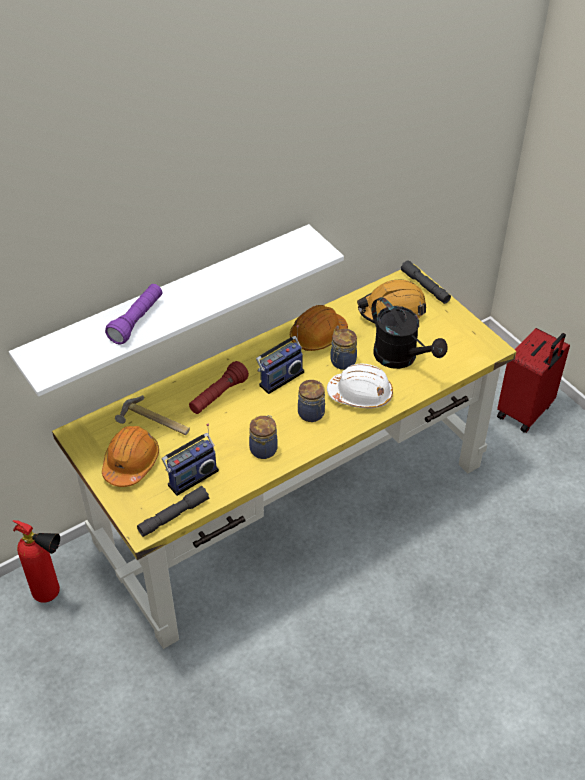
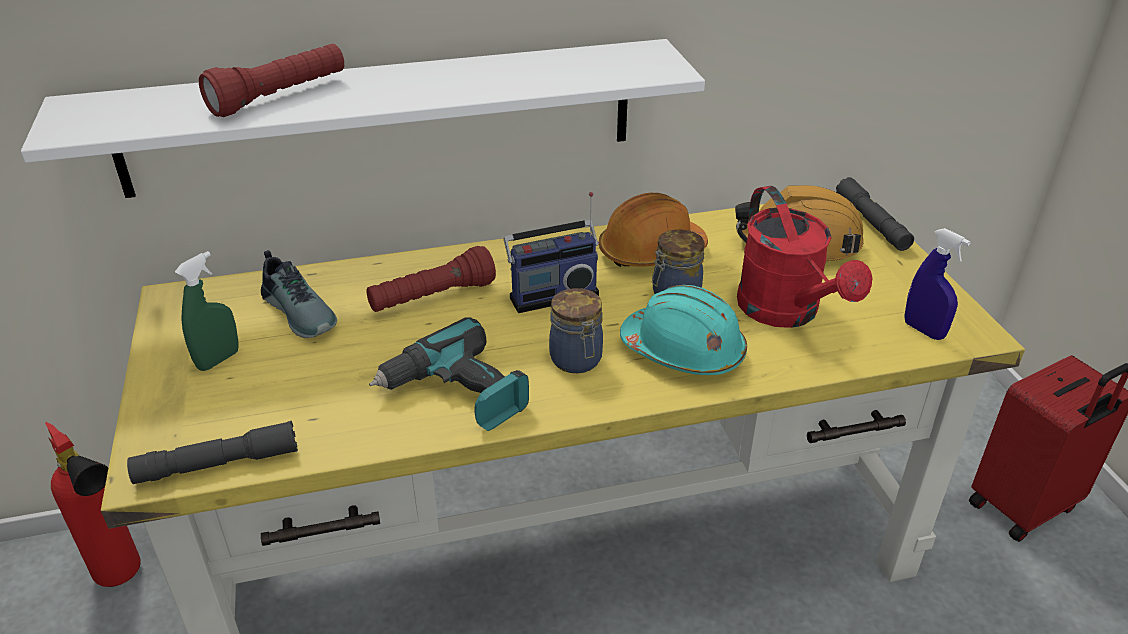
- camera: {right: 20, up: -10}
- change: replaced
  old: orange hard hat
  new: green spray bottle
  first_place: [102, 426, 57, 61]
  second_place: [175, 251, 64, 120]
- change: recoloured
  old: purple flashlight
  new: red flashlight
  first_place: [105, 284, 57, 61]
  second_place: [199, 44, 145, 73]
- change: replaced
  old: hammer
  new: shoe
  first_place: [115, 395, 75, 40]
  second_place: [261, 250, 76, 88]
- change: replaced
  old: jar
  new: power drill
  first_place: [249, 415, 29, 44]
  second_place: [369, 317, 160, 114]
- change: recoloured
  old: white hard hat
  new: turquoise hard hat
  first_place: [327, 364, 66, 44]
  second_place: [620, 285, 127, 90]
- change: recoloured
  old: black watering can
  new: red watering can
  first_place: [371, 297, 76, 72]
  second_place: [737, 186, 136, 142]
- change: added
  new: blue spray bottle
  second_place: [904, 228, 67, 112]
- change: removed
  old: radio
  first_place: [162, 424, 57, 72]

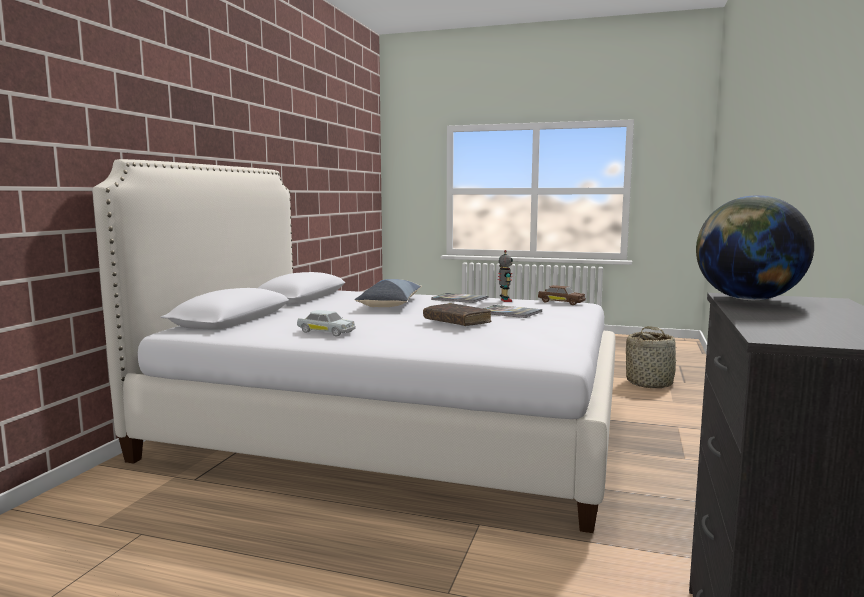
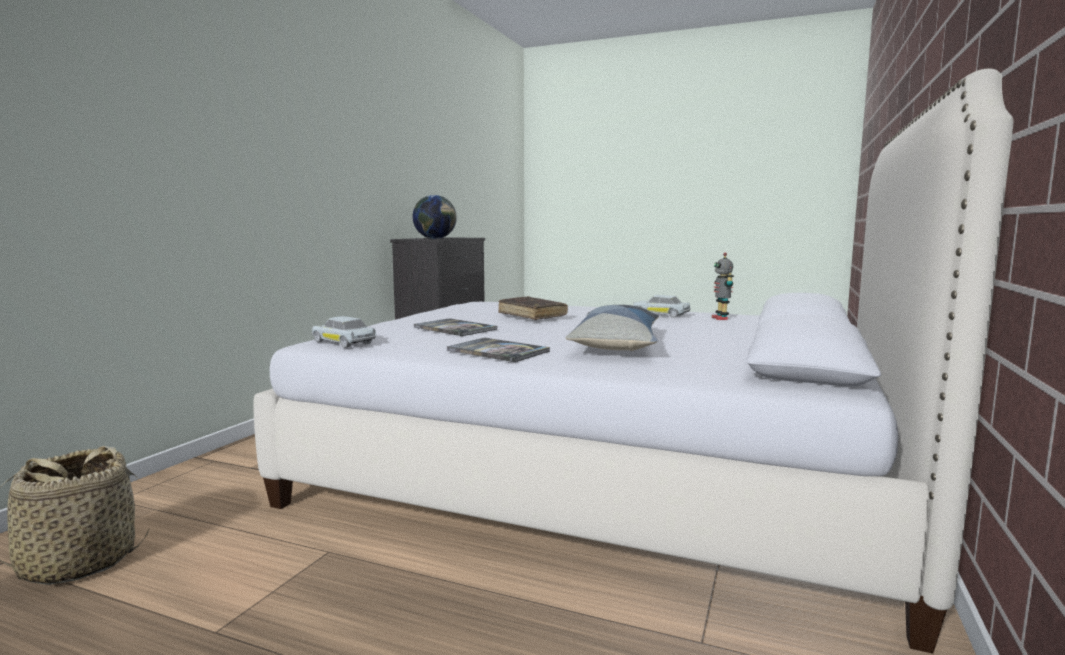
- camera: {right: -175, up: 0}
- change: recoloured
  old: brown toy car
  new: white toy car
  first_place: [538, 285, 48, 20]
  second_place: [312, 316, 64, 32]
- change: moved
  old: toy robot
  first_place: [498, 250, 15, 52]
  second_place: [712, 252, 22, 68]

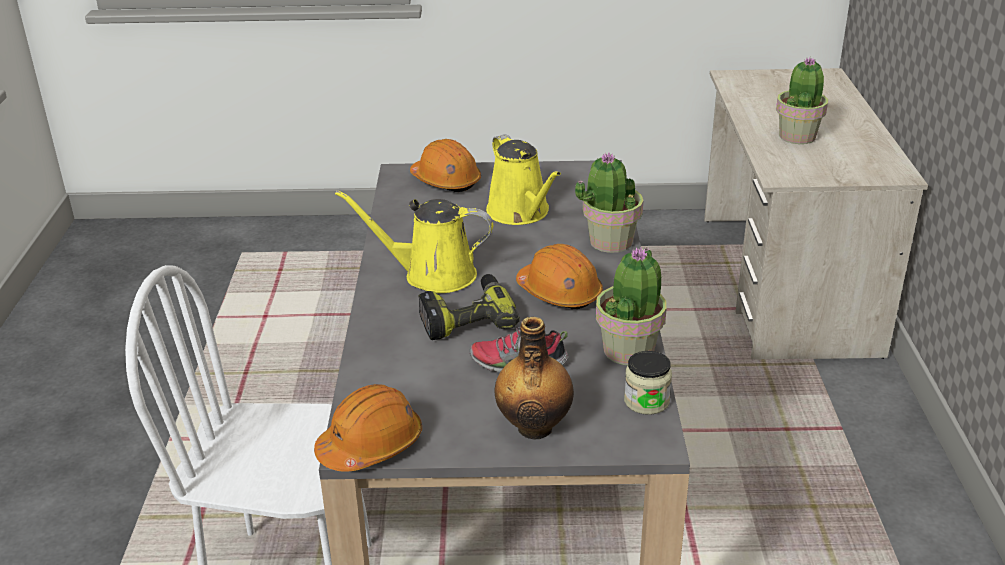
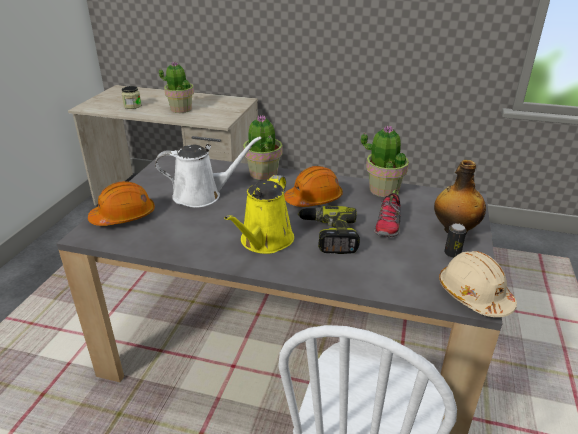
- camera: {right: -75, up: 0}
- change: moved
  old: jar
  first_place: [624, 351, 48, 64]
  second_place: [121, 86, 20, 23]
- change: recoloured
  old: yellow watering can
  new: white watering can
  first_place: [486, 134, 75, 91]
  second_place: [155, 136, 107, 72]
- change: recoloured
  old: orange hard hat
  new: beige hard hat
  first_place: [314, 384, 108, 88]
  second_place: [439, 251, 78, 66]
- change: added
  new: can
  second_place: [444, 223, 23, 35]

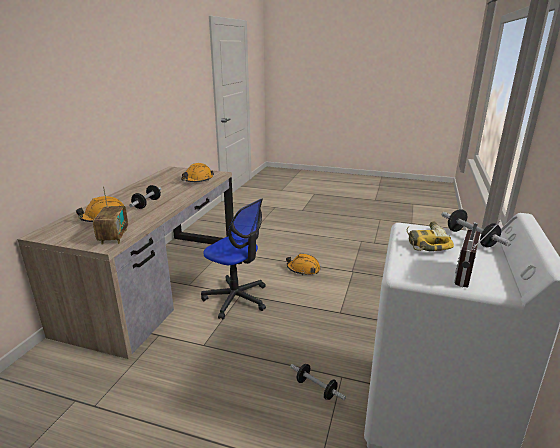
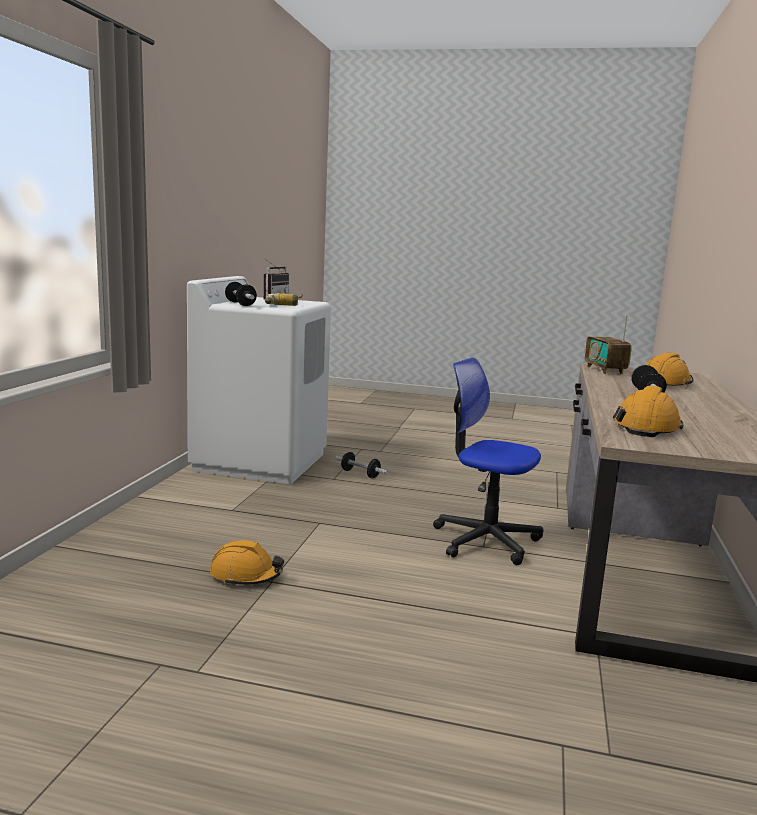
- camera: {right: 175, up: -10}
- change: moved
  old: orange hard hat
  first_place: [286, 254, 34, 21]
  second_place: [210, 540, 74, 46]

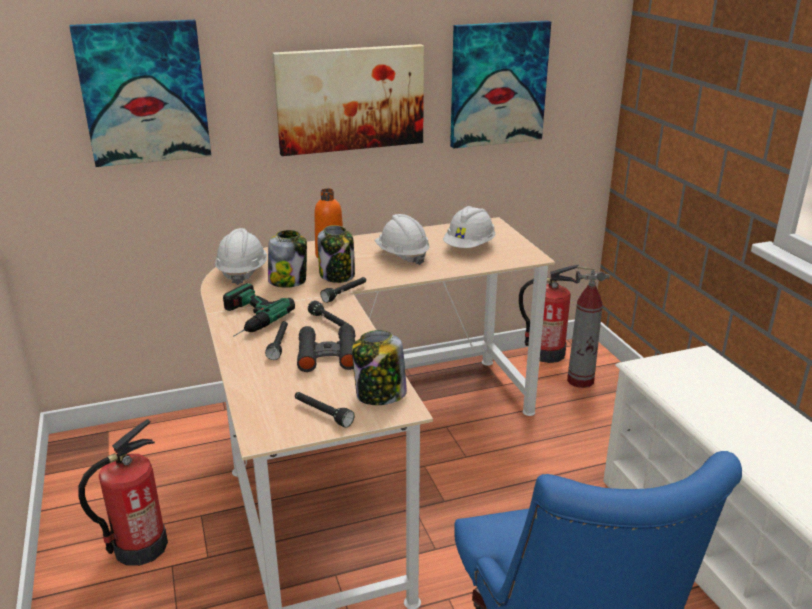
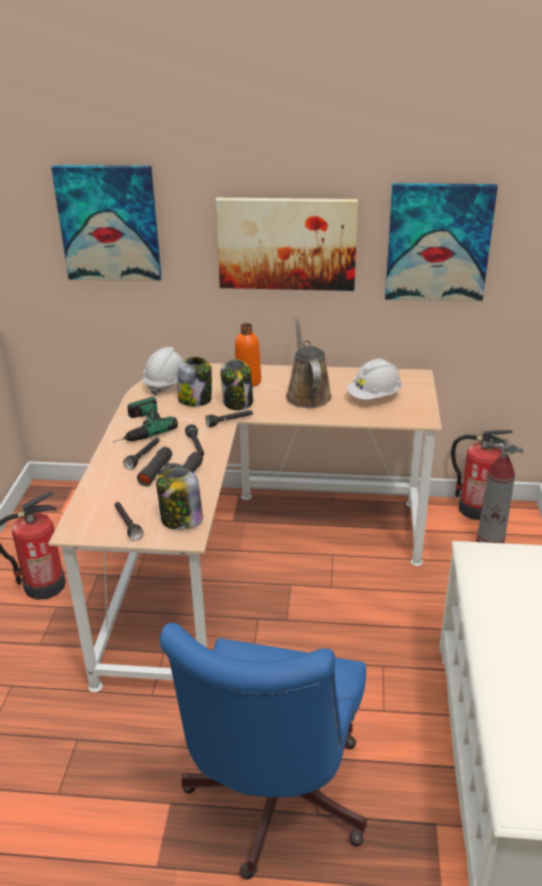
- camera: {right: 25, up: 5}
- change: replaced
  old: white hard hat
  new: brown watering can
  first_place: [374, 214, 56, 51]
  second_place: [286, 316, 46, 92]

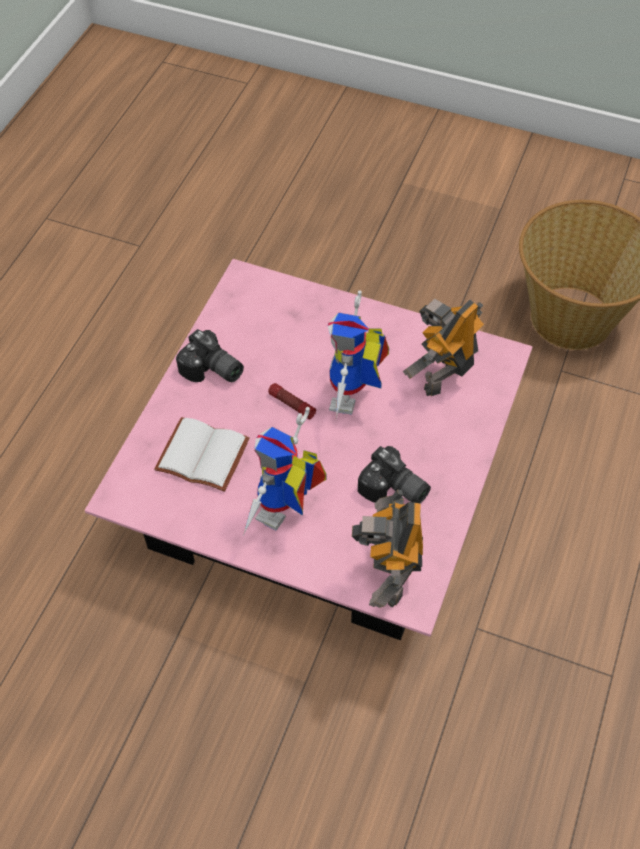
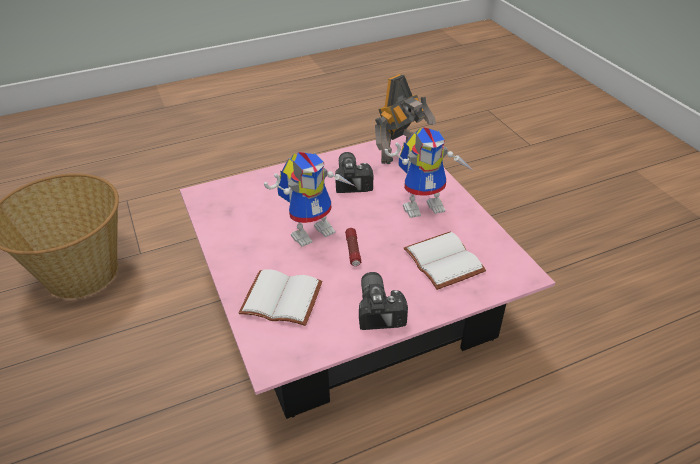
- camera: {right: -135, up: -15}
- change: added
  new: white book
  second_place: [239, 270, 83, 56]
- change: removed
  old: toy robot
  first_place: [403, 299, 81, 97]

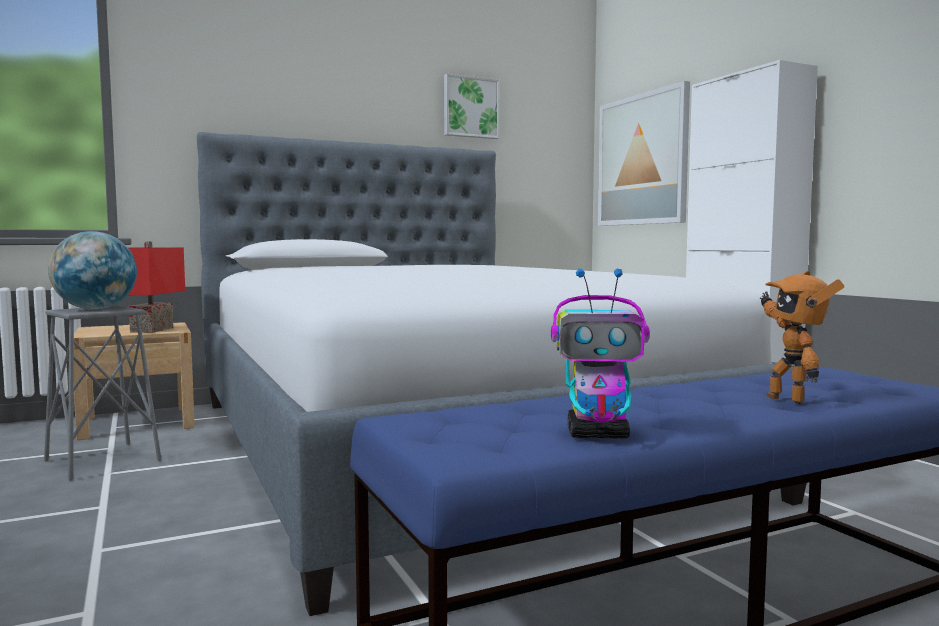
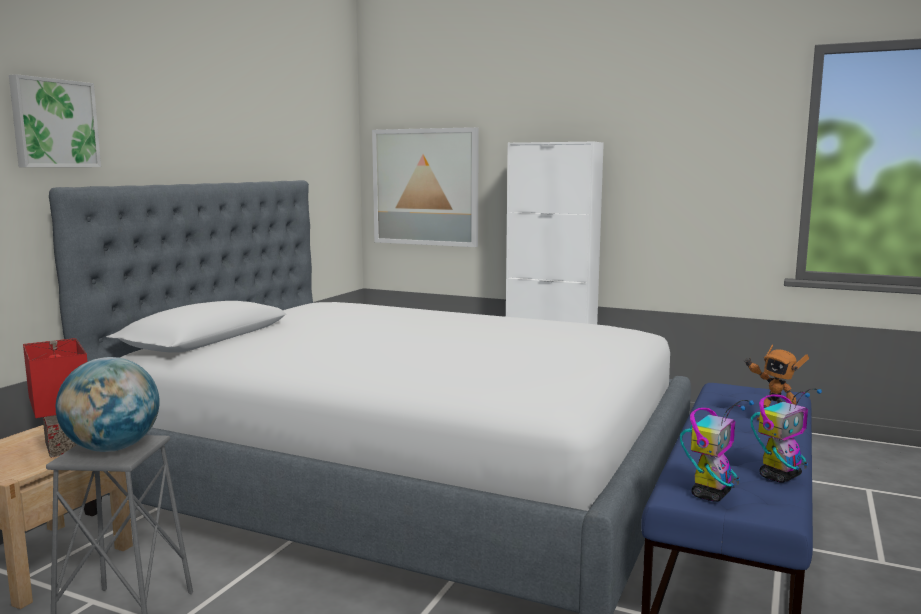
- camera: {right: -40, up: 5}
- change: moved
  old: picture
  first_place: [444, 74, 55, 65]
  second_place: [9, 74, 92, 93]
- change: added
  new: toy robot
  second_place: [680, 400, 74, 102]

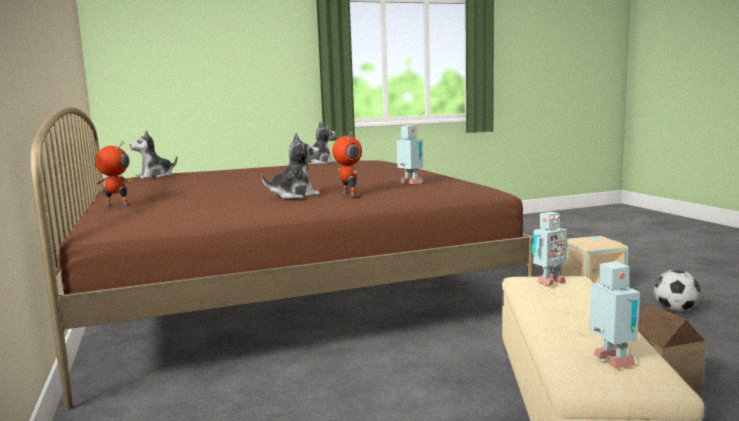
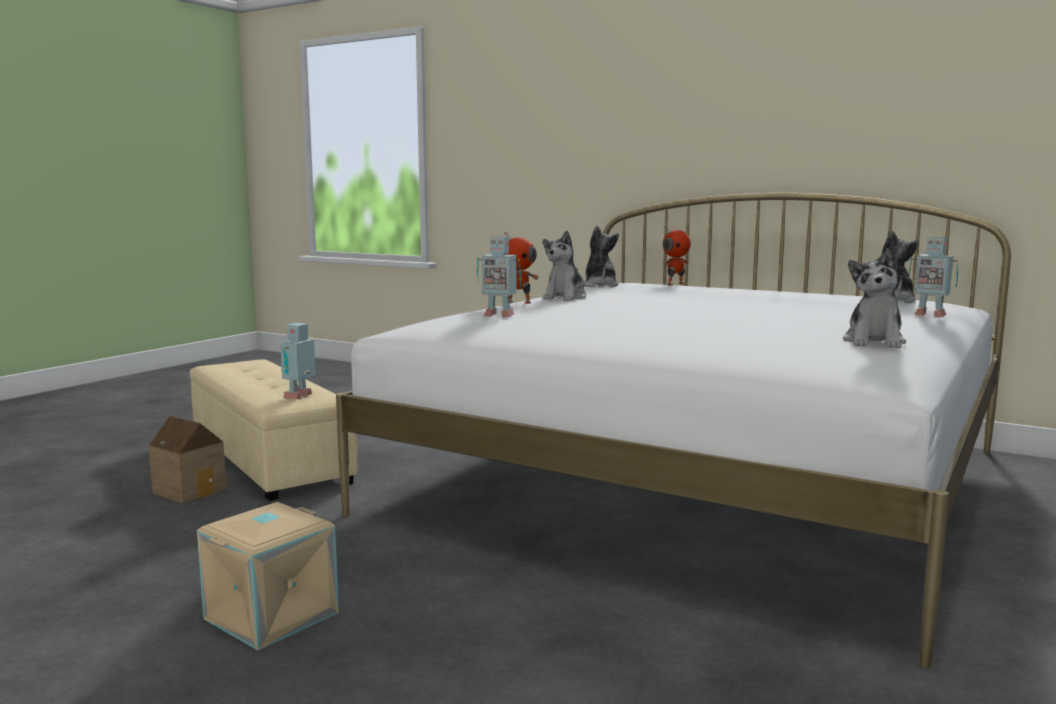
- camera: {right: 140, up: 0}
- change: recoloured
  old: brown bed
  new: white bed
  first_place: [30, 107, 504, 303]
  second_place: [336, 193, 675, 475]
- change: added
  new: plush toy
  second_place: [584, 226, 35, 61]
- change: moved
  old: toy robot
  first_place: [589, 261, 51, 107]
  second_place: [908, 237, 50, 80]
- change: removed
  old: football
  first_place: [654, 270, 47, 42]

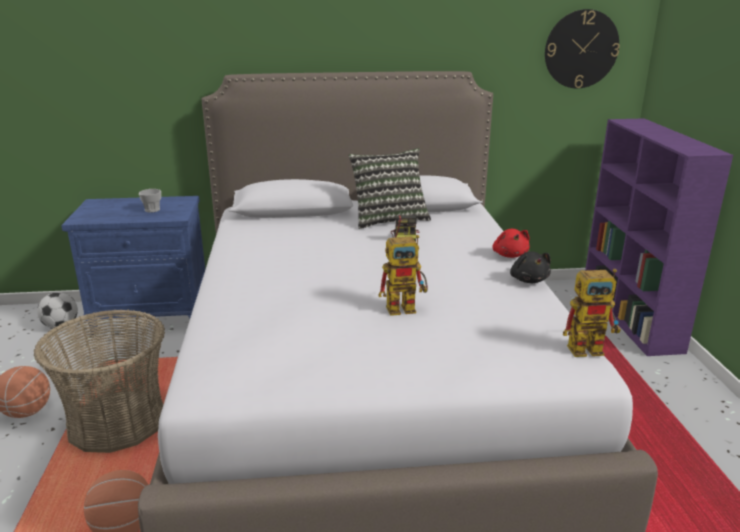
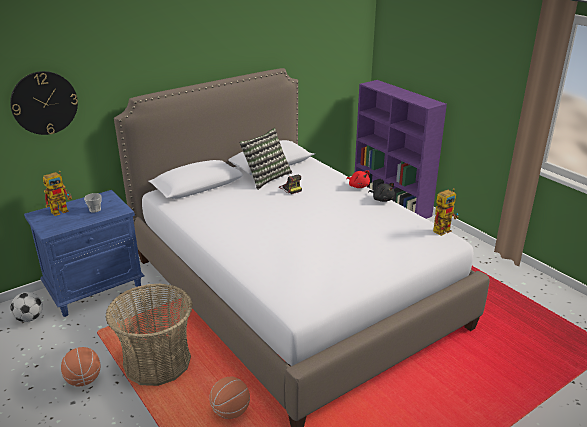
- camera: {right: -30, up: 5}
- change: moved
  old: wall clock
  first_place: [545, 9, 75, 79]
  second_place: [10, 71, 68, 64]
- change: moved
  old: toy robot
  first_place: [378, 235, 50, 81]
  second_place: [43, 171, 29, 45]

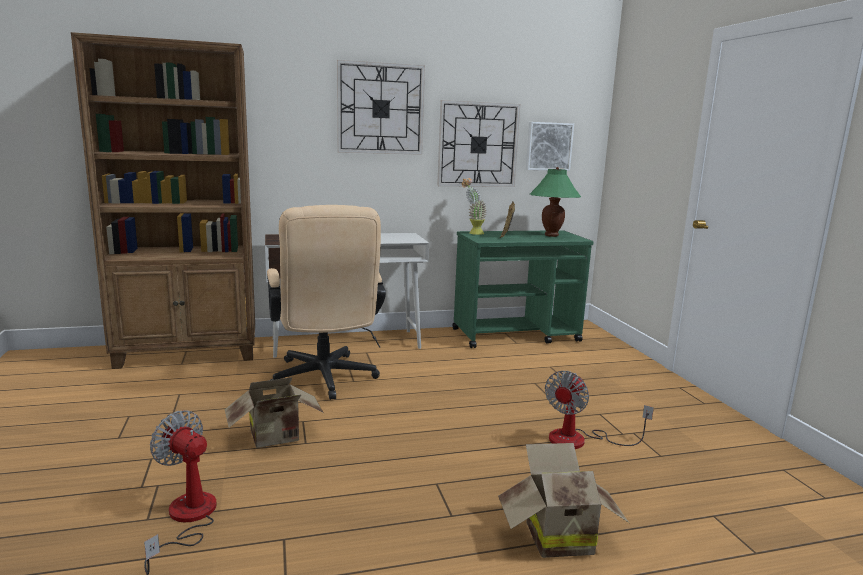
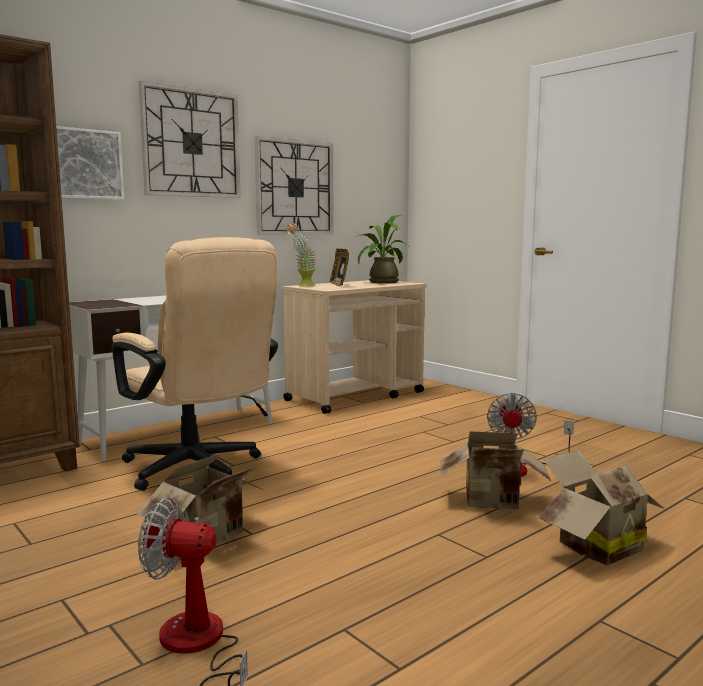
- camera: {right: -25, up: -5}
- change: moved
  old: picture
  first_place: [526, 122, 48, 49]
  second_place: [56, 126, 68, 74]
- change: recoloured
  old: green cart
  new: beige cart
  first_place: [452, 230, 142, 118]
  second_place: [282, 280, 145, 134]
- change: replaced
  old: green table lamp
  new: potted plant
  first_place: [530, 167, 51, 70]
  second_place: [356, 215, 52, 69]
- change: added
  new: cardboard box
  second_place: [440, 431, 111, 78]

